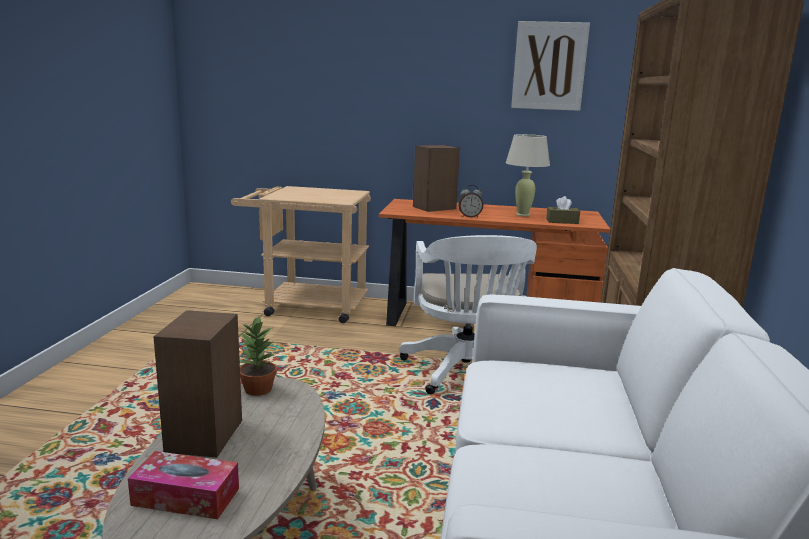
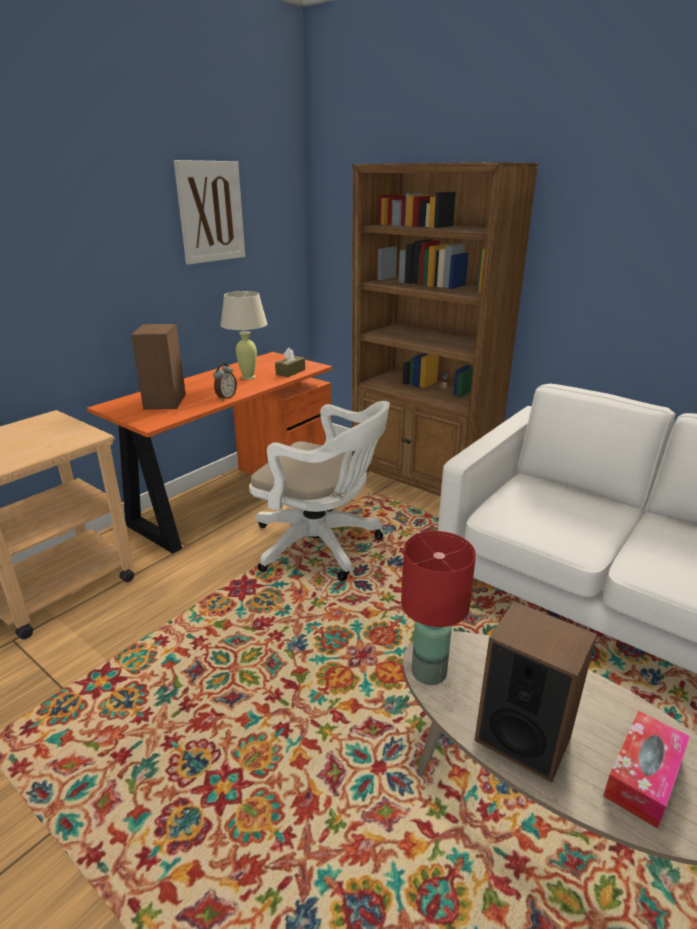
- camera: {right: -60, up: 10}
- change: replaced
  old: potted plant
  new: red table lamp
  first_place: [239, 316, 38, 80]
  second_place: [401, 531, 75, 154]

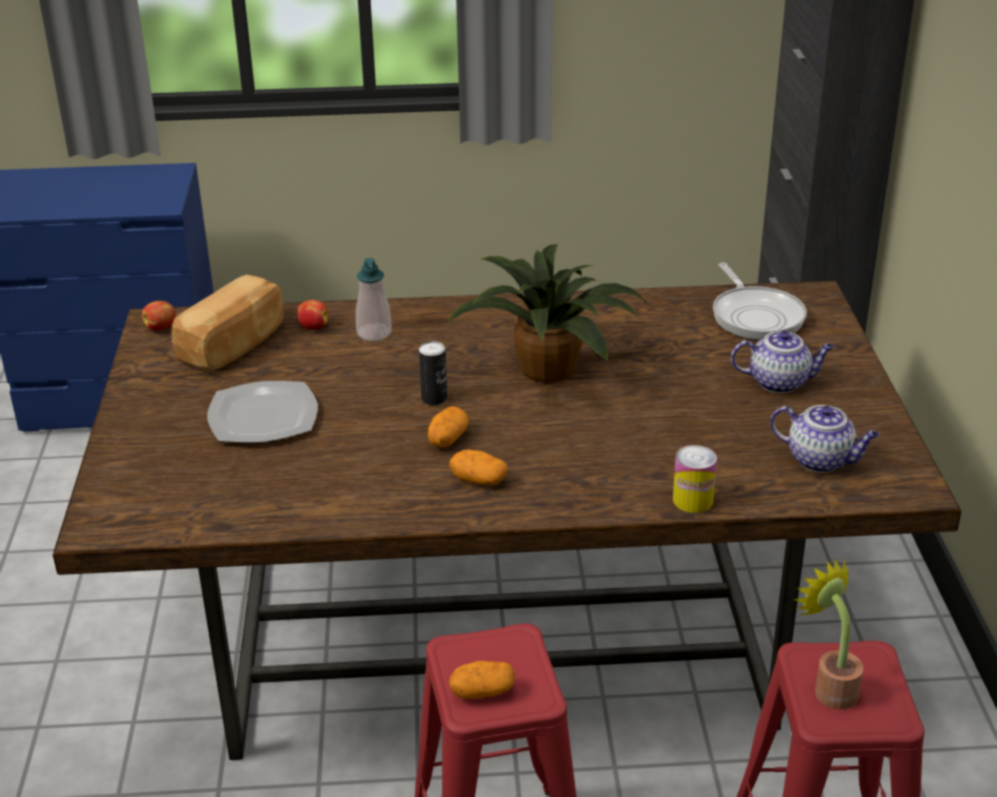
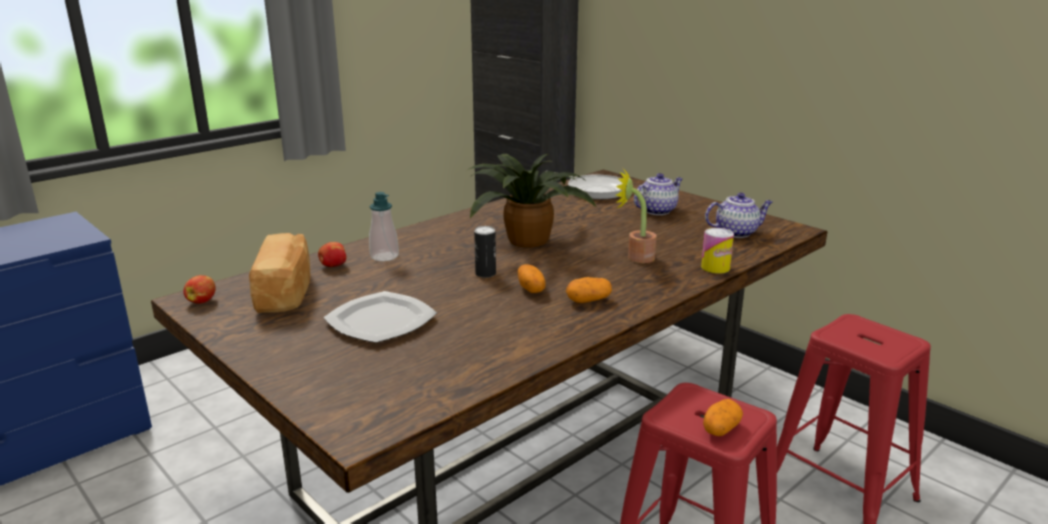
- camera: {right: -40, up: -10}
- change: moved
  old: potted plant
  first_place: [793, 558, 70, 151]
  second_place: [615, 168, 42, 95]

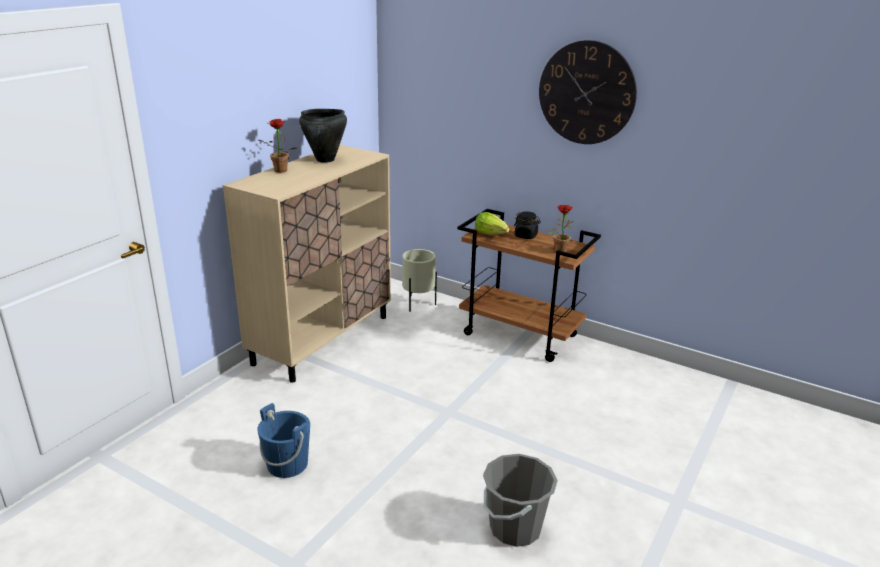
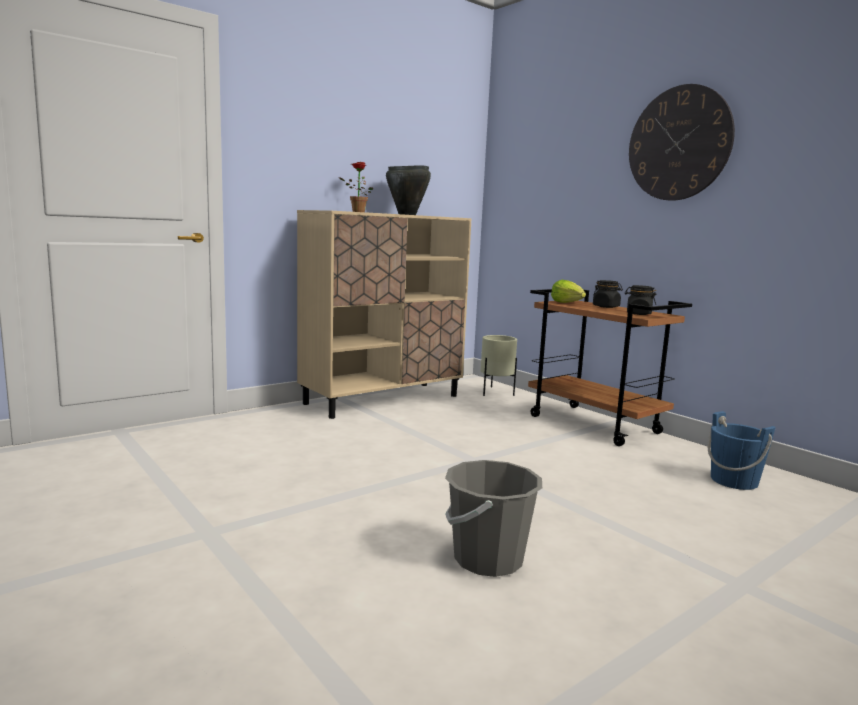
- camera: {right: 20, up: -15}
- change: replaced
  old: potted plant
  new: black jar
  first_place: [547, 205, 27, 47]
  second_place: [625, 285, 32, 30]
- change: moved
  old: blue bucket
  first_place: [257, 403, 53, 75]
  second_place: [707, 411, 69, 79]

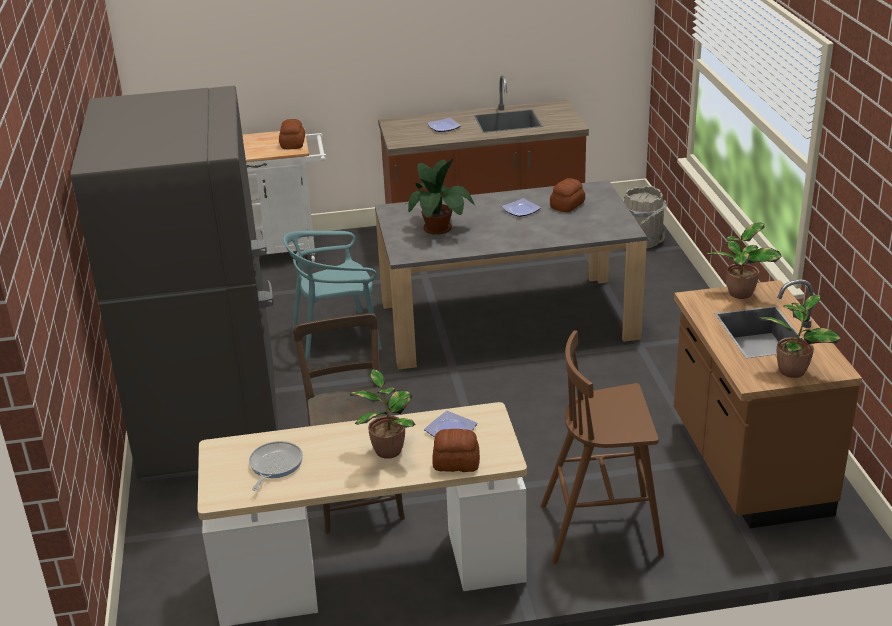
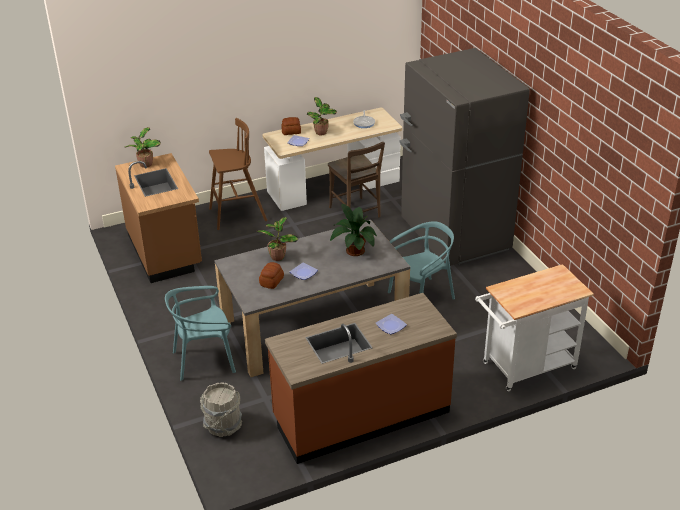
- camera: {right: 165, up: 5}
- change: added
  new: turquoise chair
  second_place: [165, 286, 71, 95]
- change: moved
  old: potted plant
  first_place: [707, 223, 75, 76]
  second_place: [256, 217, 42, 44]
- change: removed
  old: bread
  first_place: [279, 119, 26, 30]

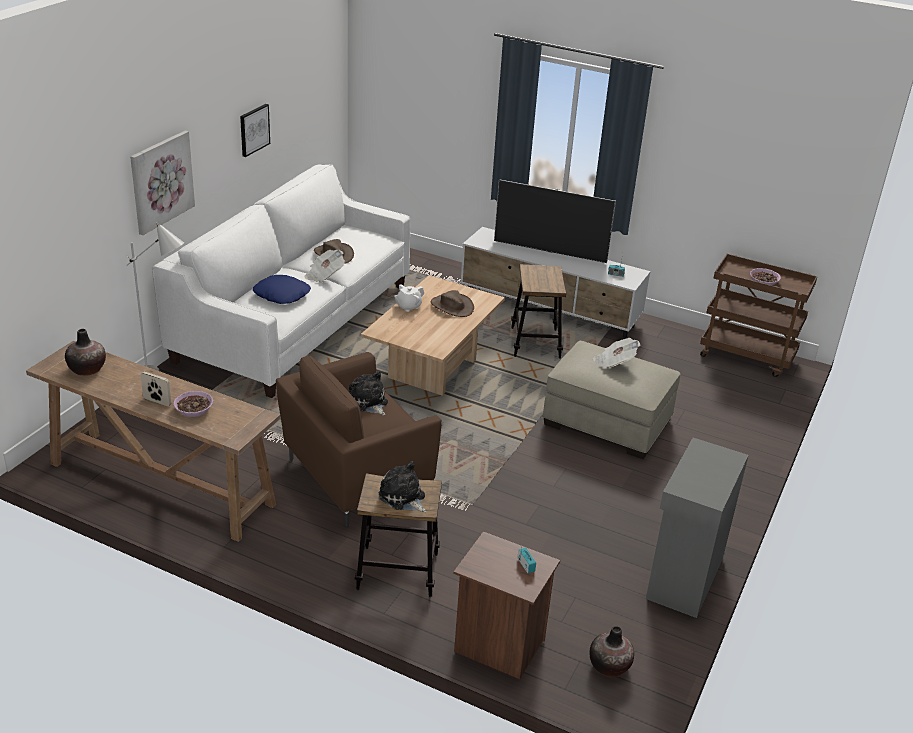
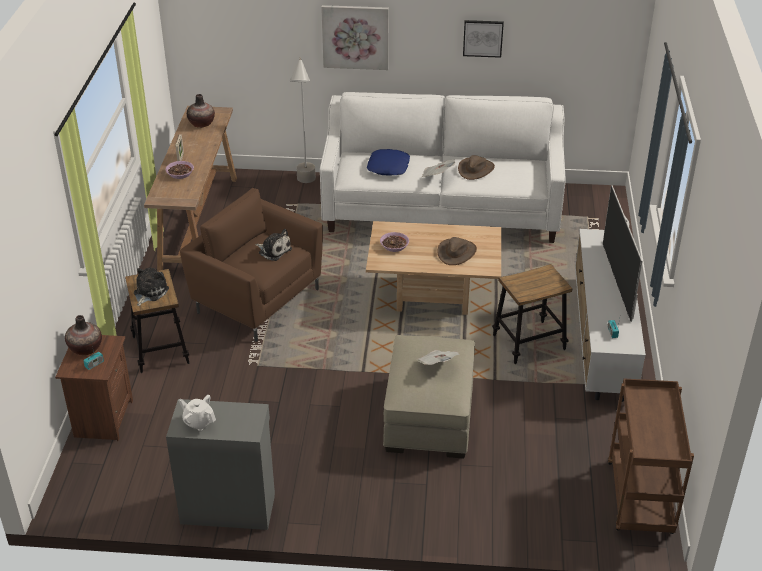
- camera: {right: 70, up: 5}
- change: moved
  old: vase
  first_place: [590, 626, 44, 51]
  second_place: [65, 315, 37, 40]
- change: moved
  old: white teapot
  first_place: [394, 284, 30, 28]
  second_place: [179, 395, 37, 36]
- change: turned
  old: plush toy
  first_place: [349, 371, 39, 45]
  second_place: [255, 229, 37, 32]
  degrees: 90
- change: moved
  old: bowl
  first_place: [750, 268, 31, 18]
  second_place: [380, 232, 29, 20]

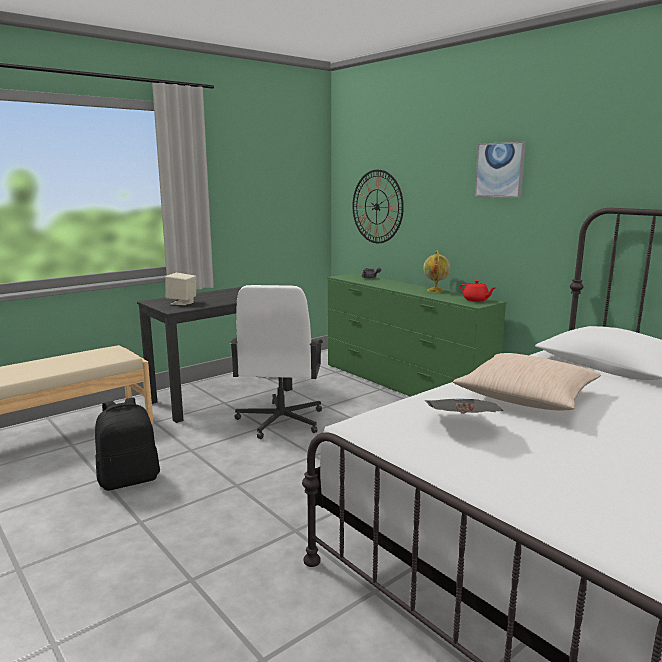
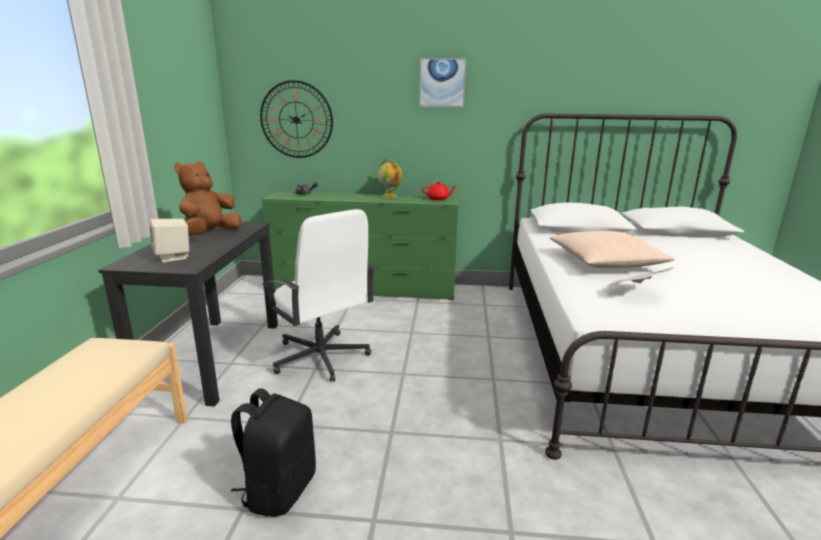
- camera: {right: -45, up: 5}
- change: added
  new: brown plush toy
  second_place: [174, 161, 68, 74]

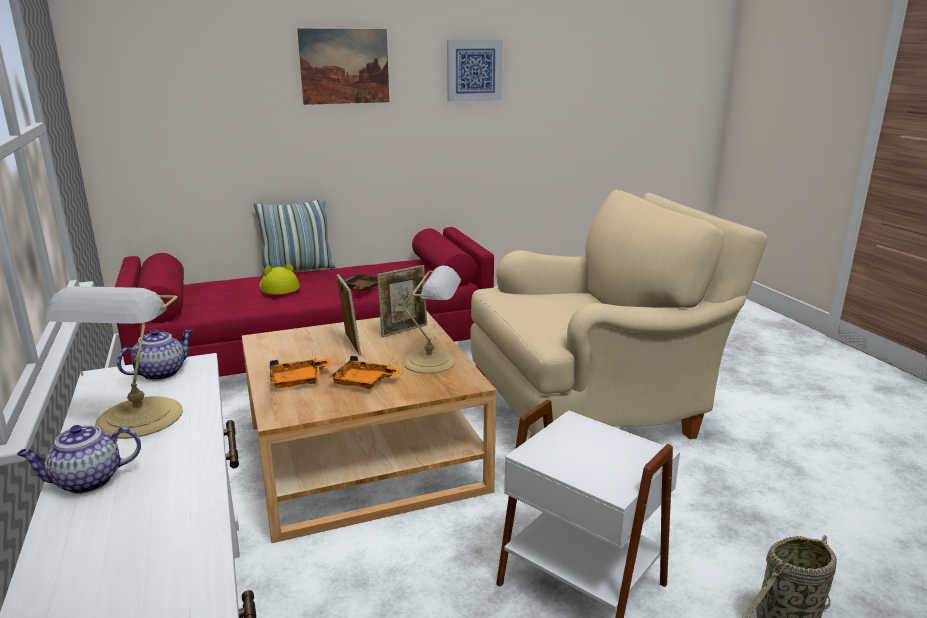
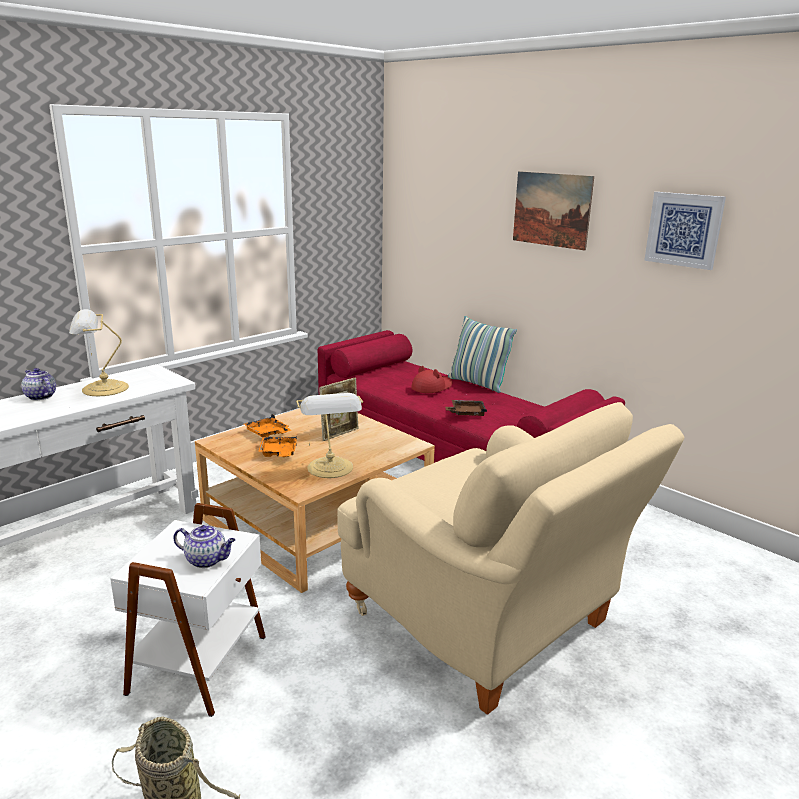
- camera: {right: 65, up: 0}
- change: moved
  old: teapot
  first_place: [117, 329, 76, 51]
  second_place: [173, 525, 63, 43]
- change: recoloured
  old: yellow hat
  new: red hat
  first_place: [259, 263, 41, 32]
  second_place: [411, 366, 41, 27]
- change: removed
  old: picture frame
  first_place: [377, 265, 50, 72]

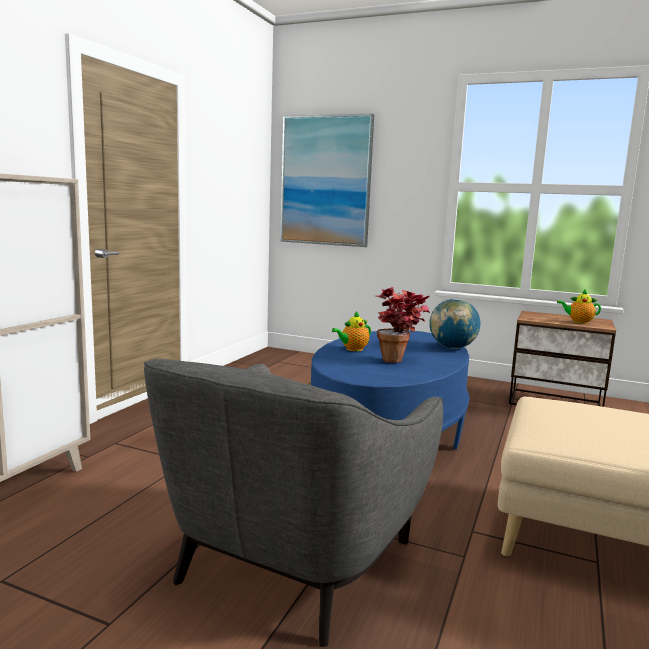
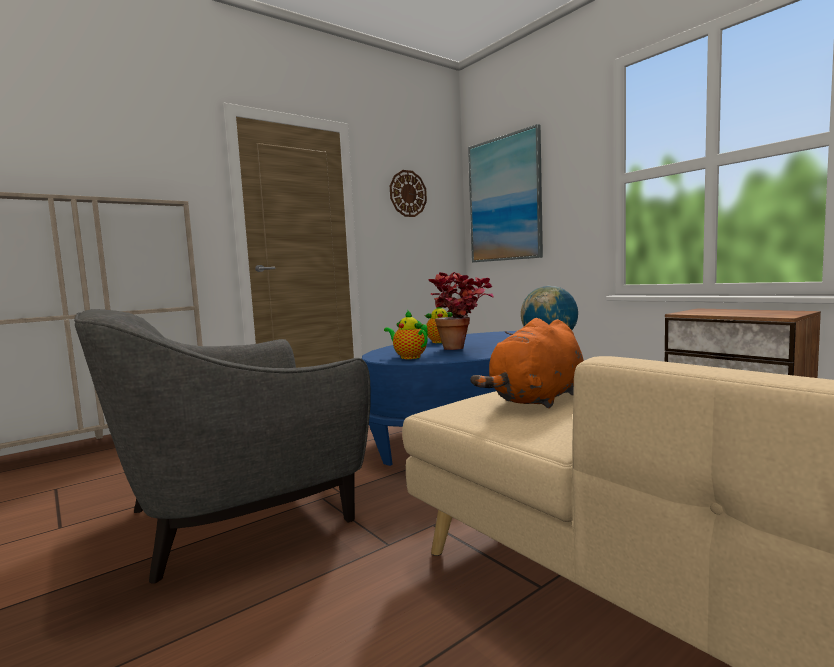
- camera: {right: 30, up: -5}
- change: moved
  old: teapot
  first_place: [557, 289, 44, 35]
  second_place: [384, 310, 44, 49]
- change: added
  new: wall clock
  second_place: [390, 170, 37, 47]
- change: added
  new: orange plush toy
  second_place: [470, 318, 114, 90]

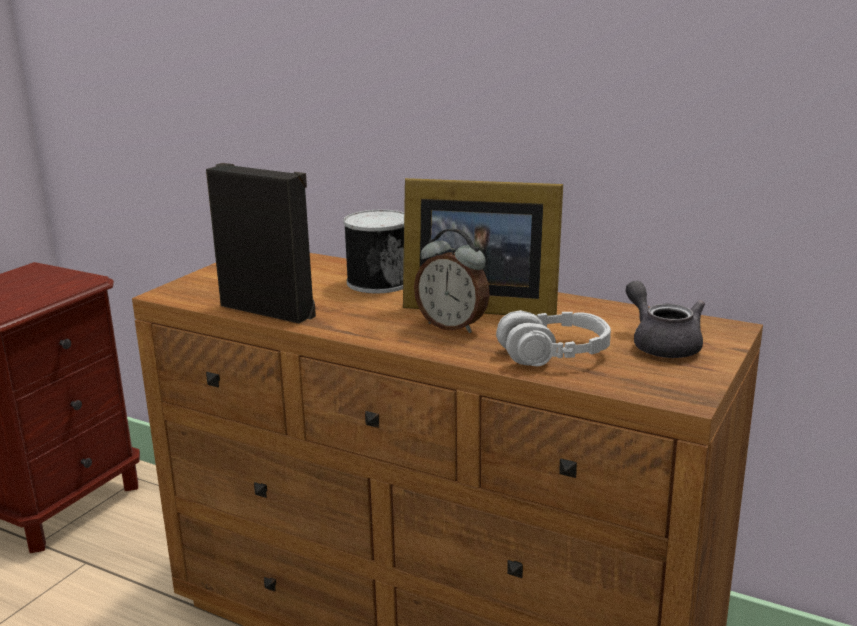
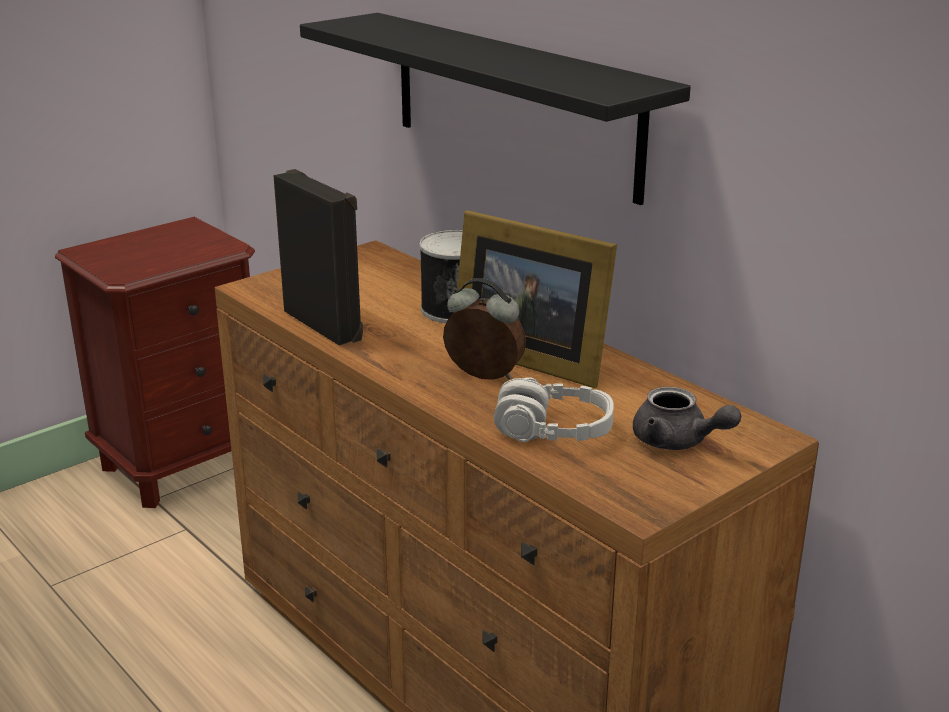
- camera: {right: 20, up: 5}
- change: added
  new: black shelf
  second_place: [300, 13, 391, 192]
- change: turned
  old: alarm clock
  first_place: [414, 228, 76, 105]
  second_place: [443, 278, 83, 102]
  degrees: 150
- change: turned
  old: grey teapot
  first_place: [626, 281, 79, 77]
  second_place: [633, 387, 108, 63]
  degrees: 135

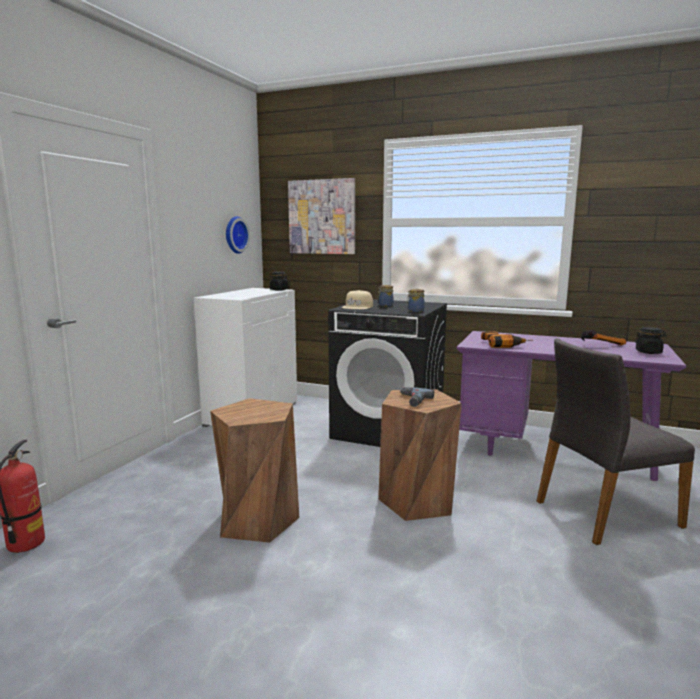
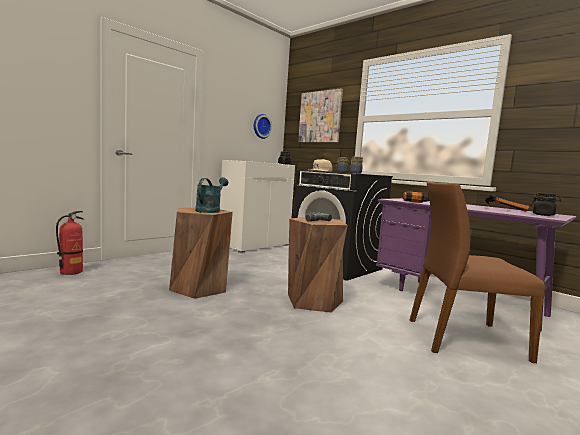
- camera: {right: 20, up: -5}
- change: added
  new: turquoise watering can
  second_place: [195, 177, 33, 36]
- change: recoloured
  old: grey chair
  new: brown chair
  first_place: [537, 338, 158, 207]
  second_place: [410, 181, 135, 182]

